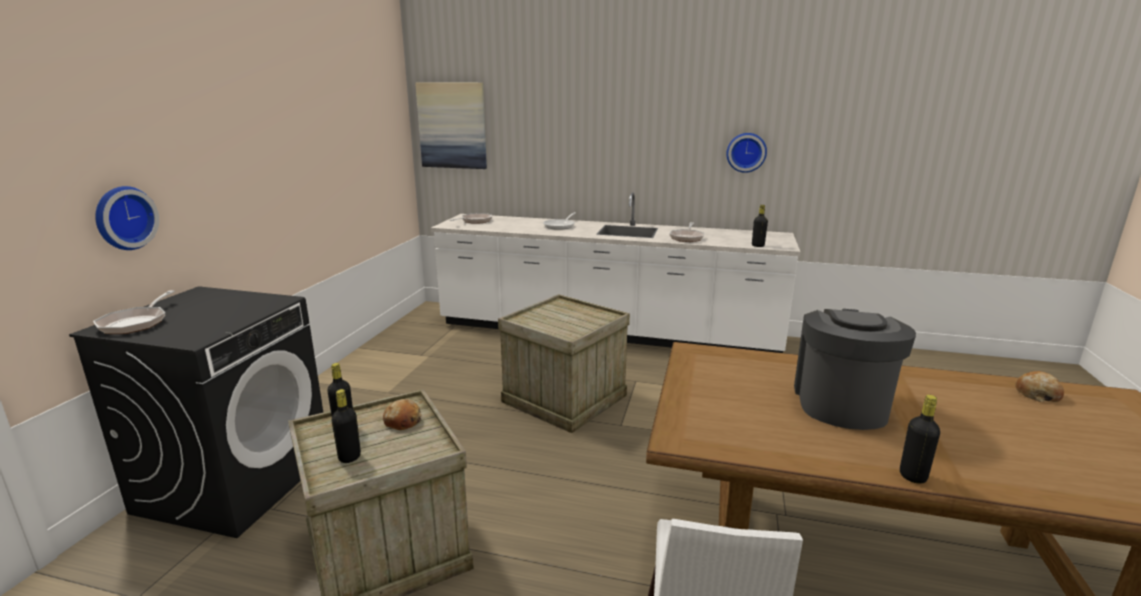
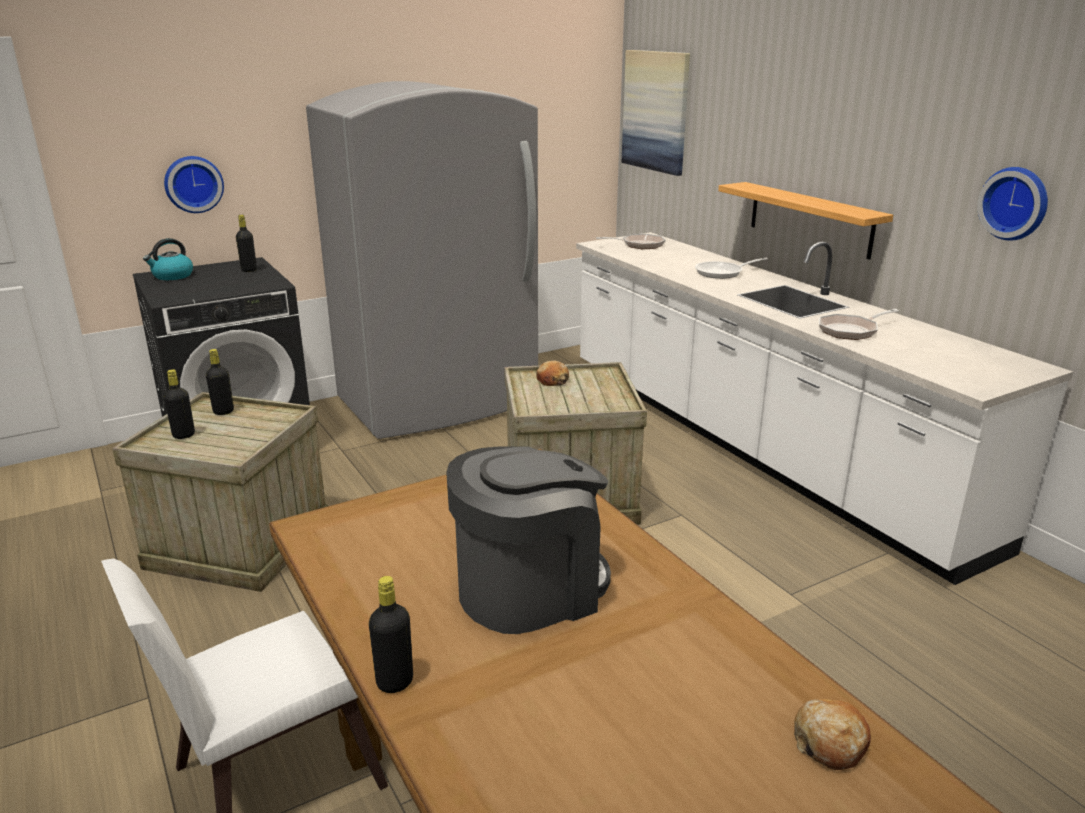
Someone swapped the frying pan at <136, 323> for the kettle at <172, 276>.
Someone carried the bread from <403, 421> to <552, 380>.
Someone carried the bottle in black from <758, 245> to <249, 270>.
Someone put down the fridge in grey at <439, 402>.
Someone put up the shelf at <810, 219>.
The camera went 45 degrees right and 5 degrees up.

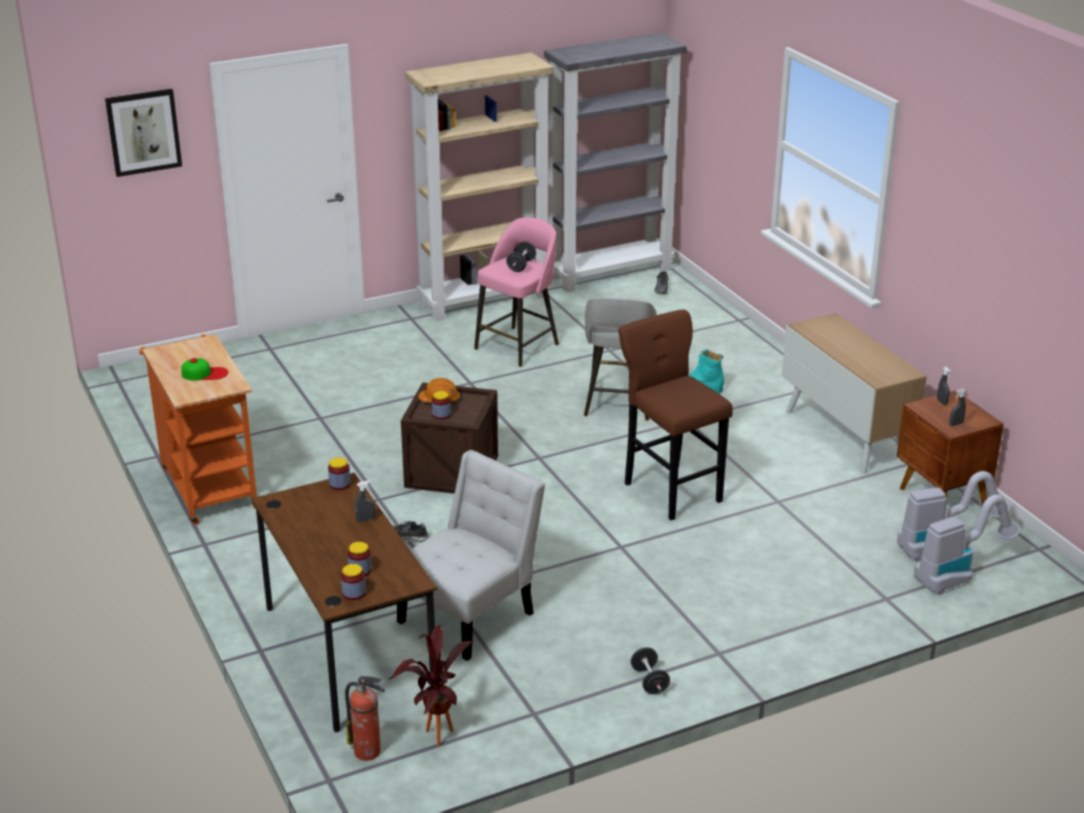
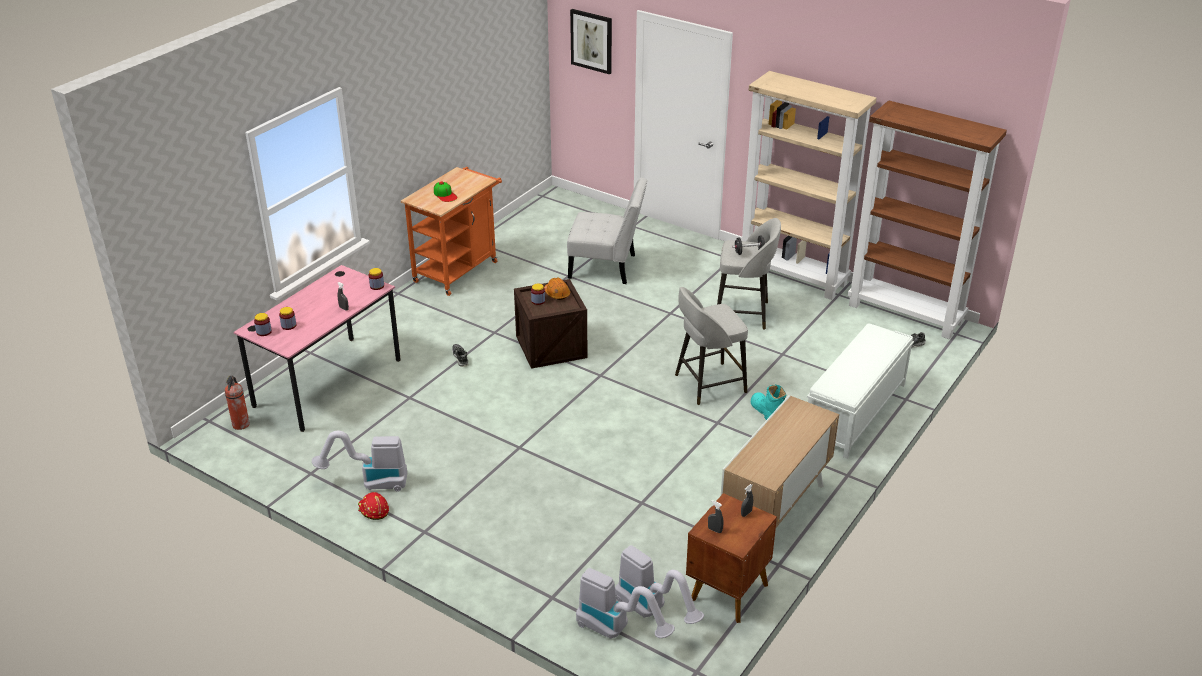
Someone repainted the desk in brown at <348, 652>, which became the desk in pink at <328, 382>.
Someone took away the potted plant at <431, 734>.
Someone carried the chair in white from <471, 614> to <606, 267>.
Someone repainted the stool in pink at <518, 346>, which became the stool in grey at <743, 313>.
Someone repainted the bookcase in grey at <610, 272>, which became the bookcase in brown at <906, 313>.
Someone took away the stool in brown at <670, 490>.
Someone swapped the dumbbell in black at <649, 681> for the hard hat in red at <373, 510>.
Someone put down the vacuum cleaner at <370, 482>.
Someone put down the bench in white at <854, 413>.
The camera went 60 degrees right and 5 degrees up.

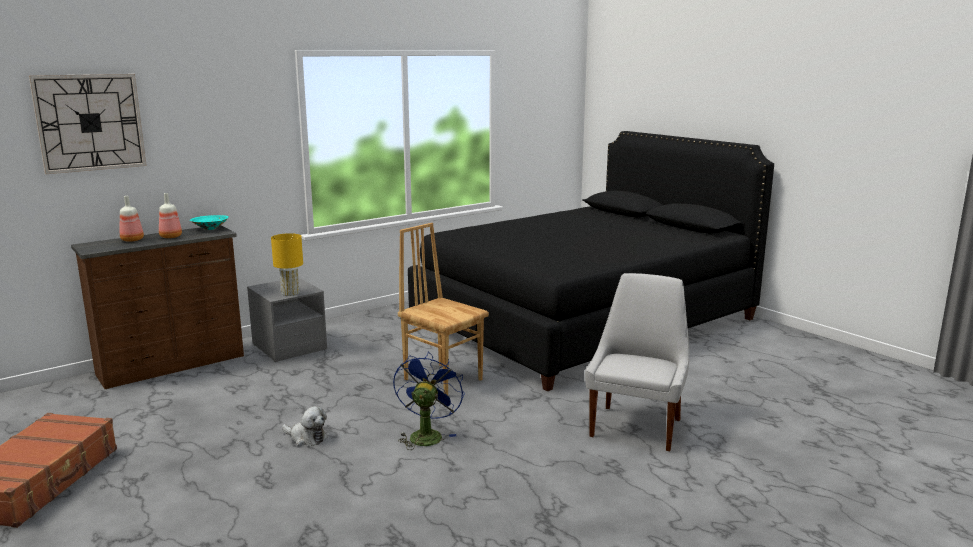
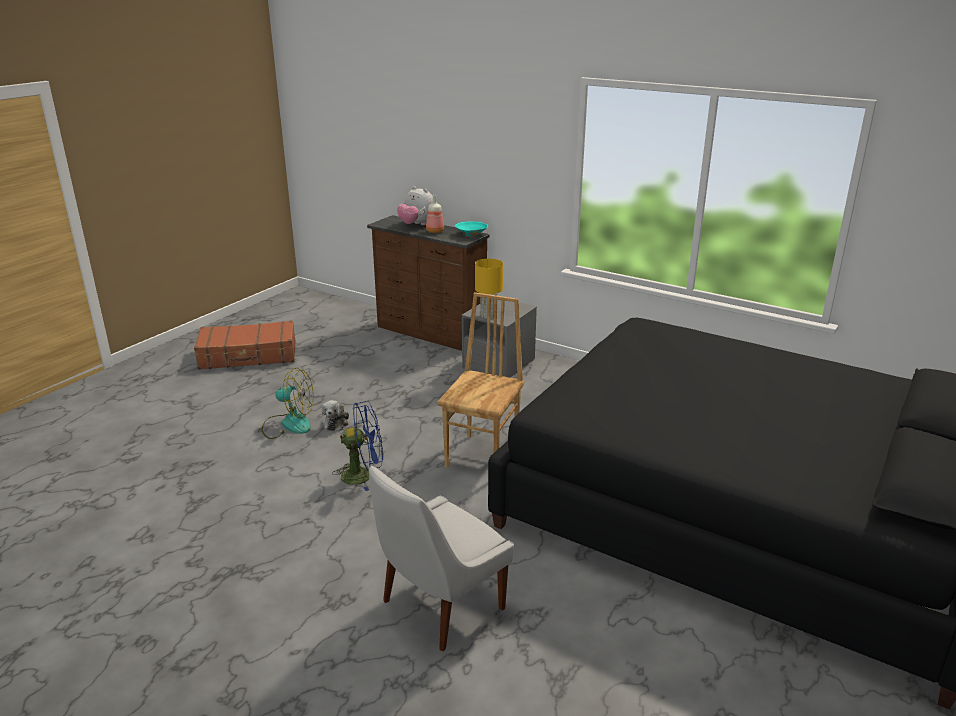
Someone took away the wall clock at <90, 122>.
Someone swapped the bottle at <133, 240> for the plush toy at <417, 225>.
Someone rotated the chair in white at <637, 426> by 135 degrees clockwise.
Someone put down the fan at <288, 424>.
The camera went 70 degrees right and 10 degrees up.

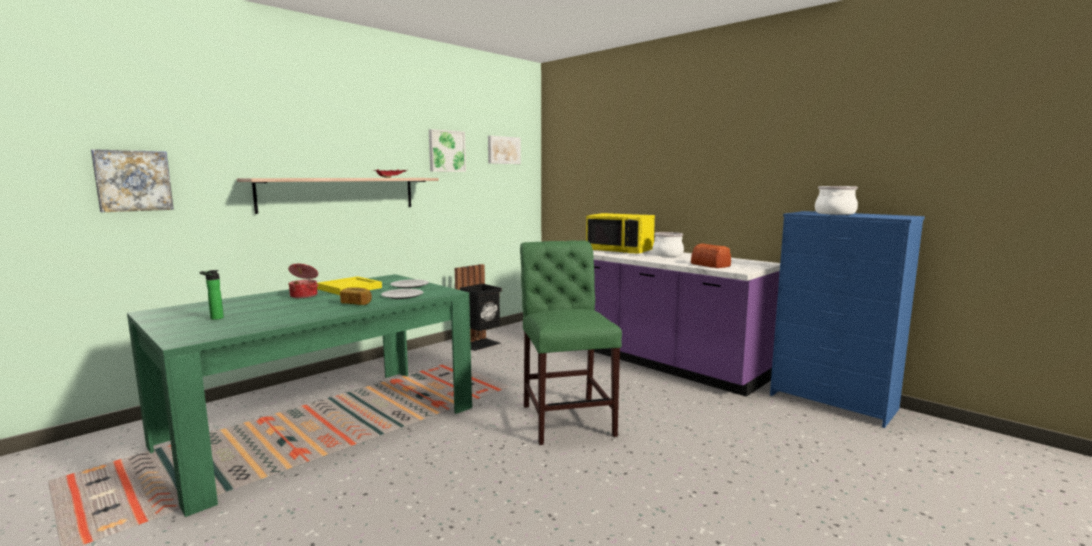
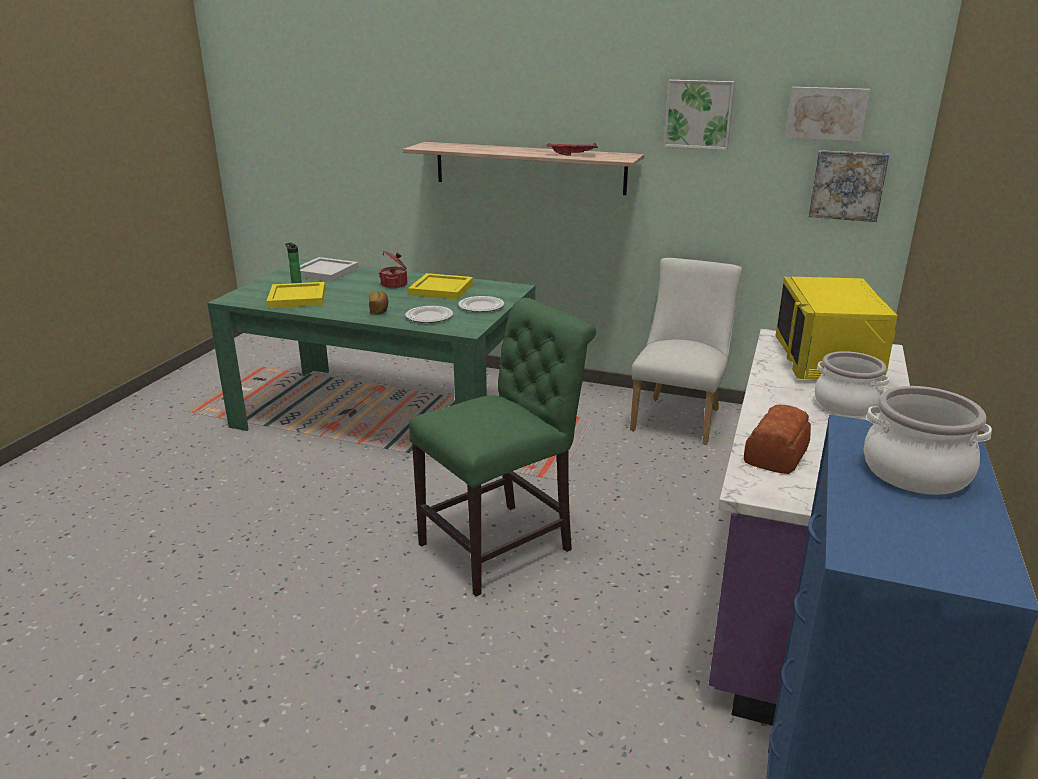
Someone carried the picture from <133, 180> to <847, 185>.
Someone swapped the trash can in black at <480, 344> for the chair in white at <679, 417>.
Someone put down the tray in yellow at <298, 297>.
Someone put down the tray in white at <326, 272>.
The camera went 65 degrees right and 15 degrees up.

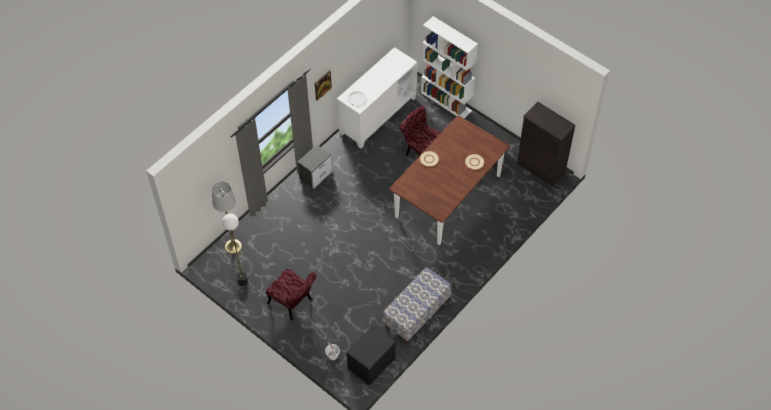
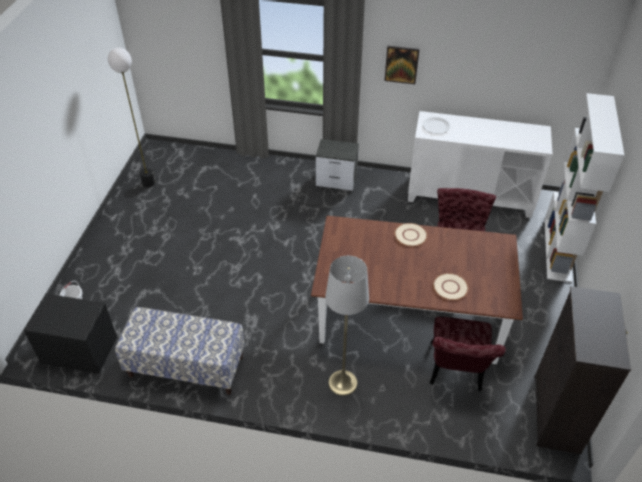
Someone carried the floor lamp in grey from <233, 246> to <342, 383>.
Someone carried the chair in red from <293, 303> to <456, 372>.
The camera went 60 degrees right and 10 degrees down.

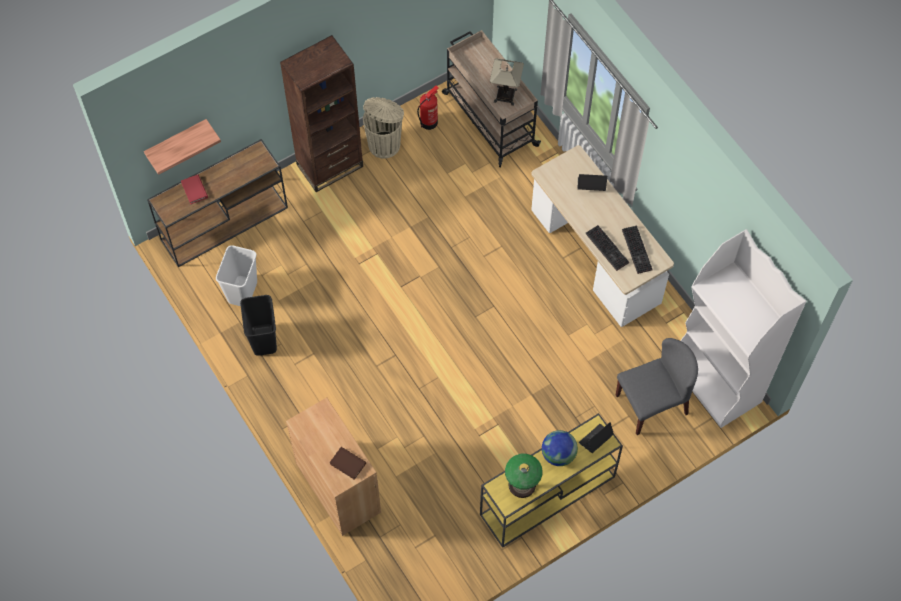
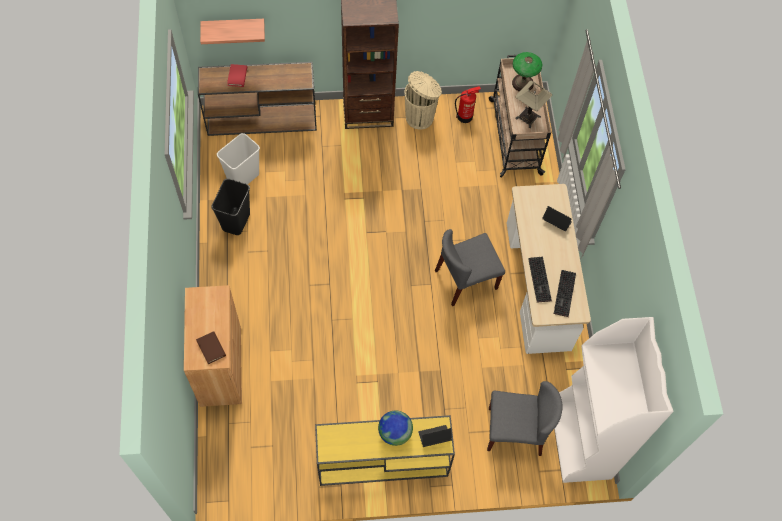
Someone carried the table lamp from <522, 484> to <522, 83>.
Someone put down the chair in grey at <465, 280>.
The camera went 25 degrees right and 0 degrees up.

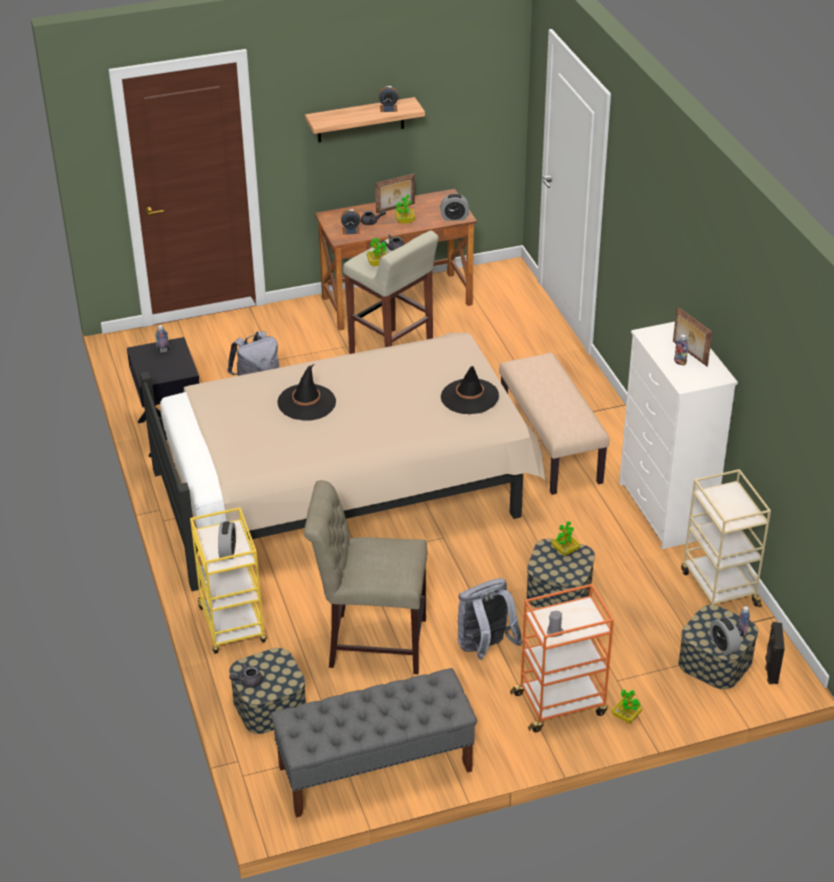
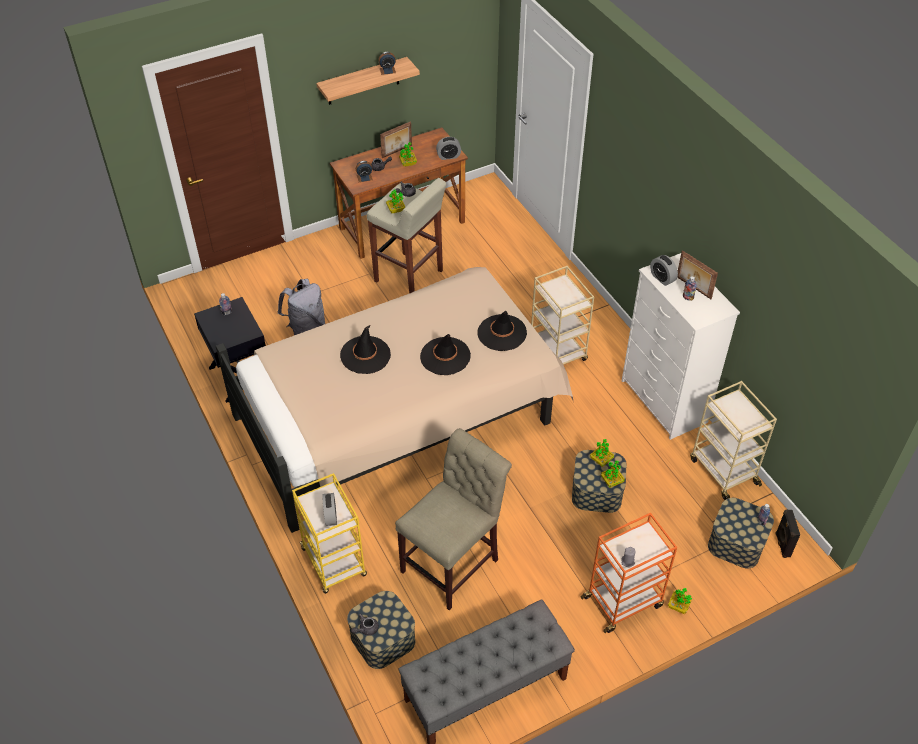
Someone rotated the chair in beige at <371, 642> by 135 degrees clockwise.
Someone took away the backpack in grey at <485, 648>.
Someone swapped the bench in beige at <549, 446> for the cart in beige at <557, 351>.
Someone carried the alarm clock from <723, 646> to <662, 278>.
Someone put down the hat in black at <445, 356>.
Someone put down the potted plant at <611, 481>.
The camera went 10 degrees left and 10 degrees up.

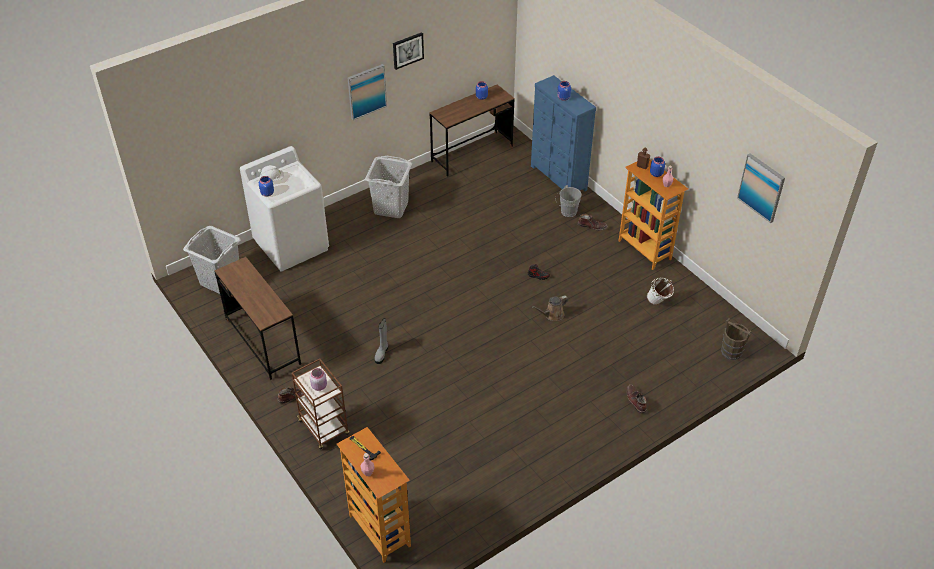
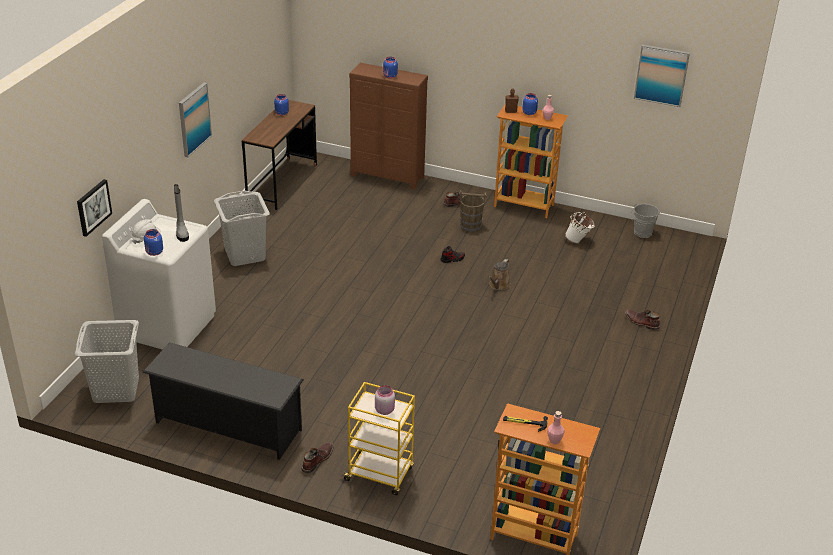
Someone swapped the desk in brown at <262, 342> for the shoe rack in black at <227, 426>.
Someone repainted the cart in brown at <324, 428>, which became the cart in yellow at <380, 474>.
Someone carried the boot in grey from <382, 353> to <181, 232>.
Someone carried the picture from <407, 50> to <93, 207>.
Someone repainted the dresser in blue at <558, 178>, which became the dresser in brown at <387, 177>.
Someone carried the bucket in grey from <567, 212> to <641, 233>.
Someone carried the bucket in brown from <731, 351> to <470, 225>.
The camera went 35 degrees left and 10 degrees down.

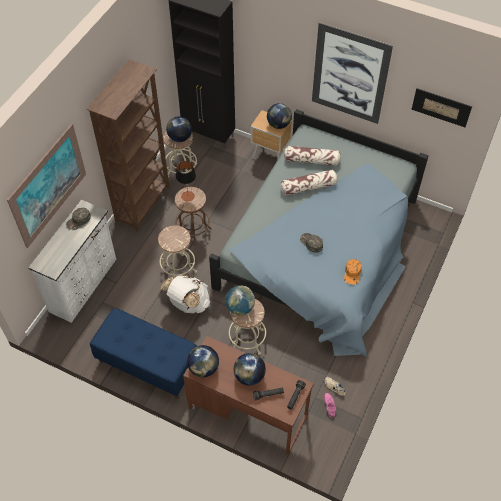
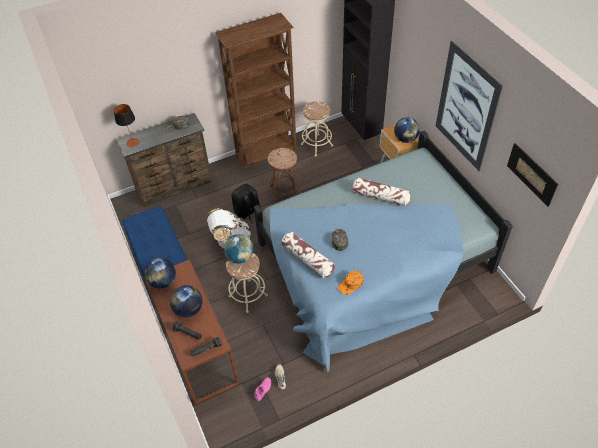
Someone took away the picture at <48, 185>.
Someone repainted the dresser in white at <84, 285>, which became the dresser in brown at <175, 187>.
Someone swapped the stool in beige at <178, 269> for the backpack in black at <247, 213>.
Someone took away the globe at <180, 138>.
Someone carried the table lamp from <188, 196> to <132, 142>.
Someone carried the pillow from <312, 160> to <308, 259>.
The camera went 40 degrees right and 5 degrees down.

